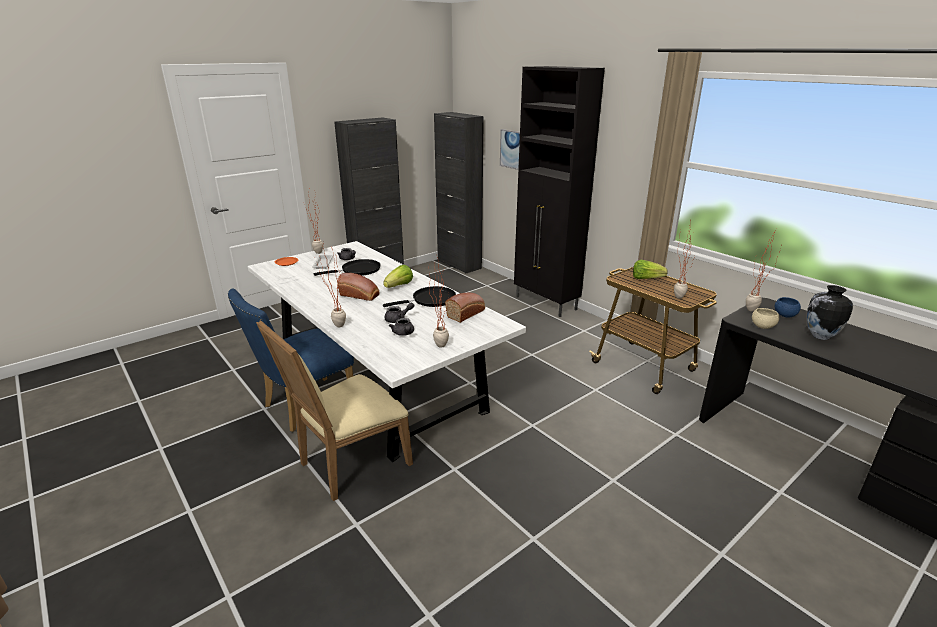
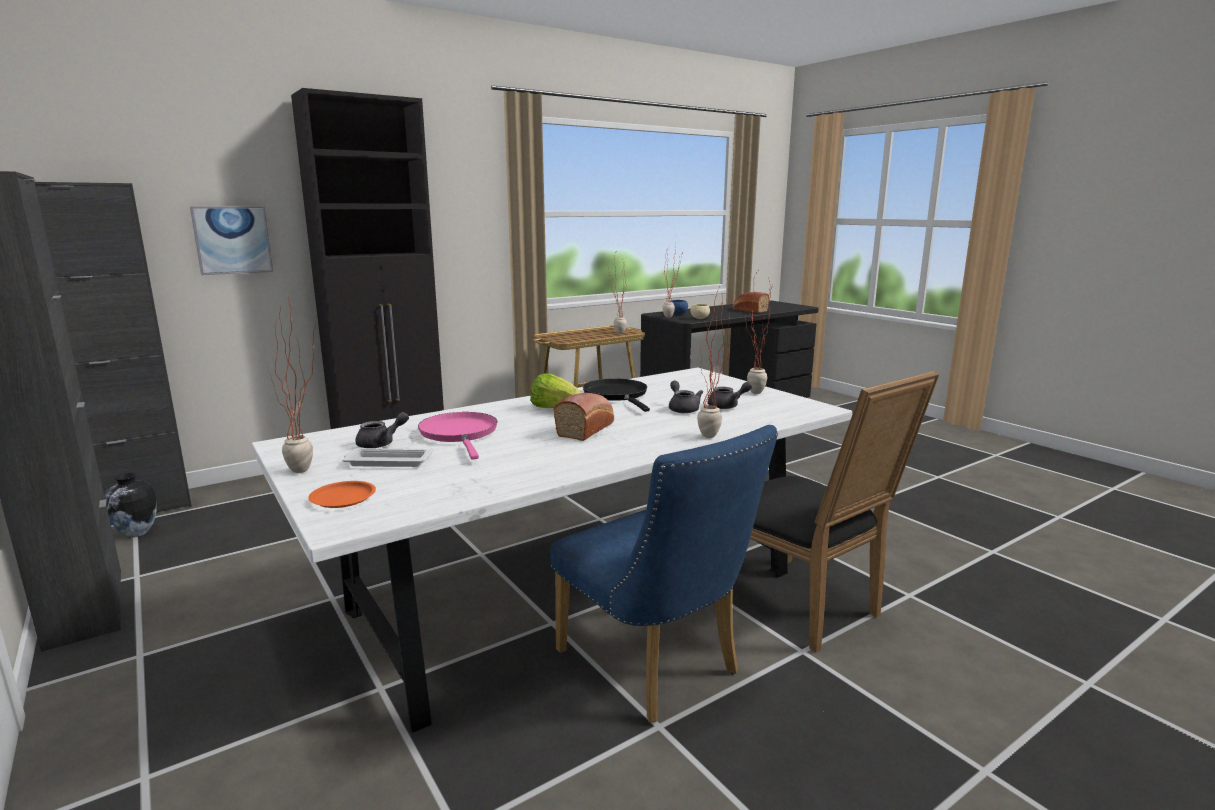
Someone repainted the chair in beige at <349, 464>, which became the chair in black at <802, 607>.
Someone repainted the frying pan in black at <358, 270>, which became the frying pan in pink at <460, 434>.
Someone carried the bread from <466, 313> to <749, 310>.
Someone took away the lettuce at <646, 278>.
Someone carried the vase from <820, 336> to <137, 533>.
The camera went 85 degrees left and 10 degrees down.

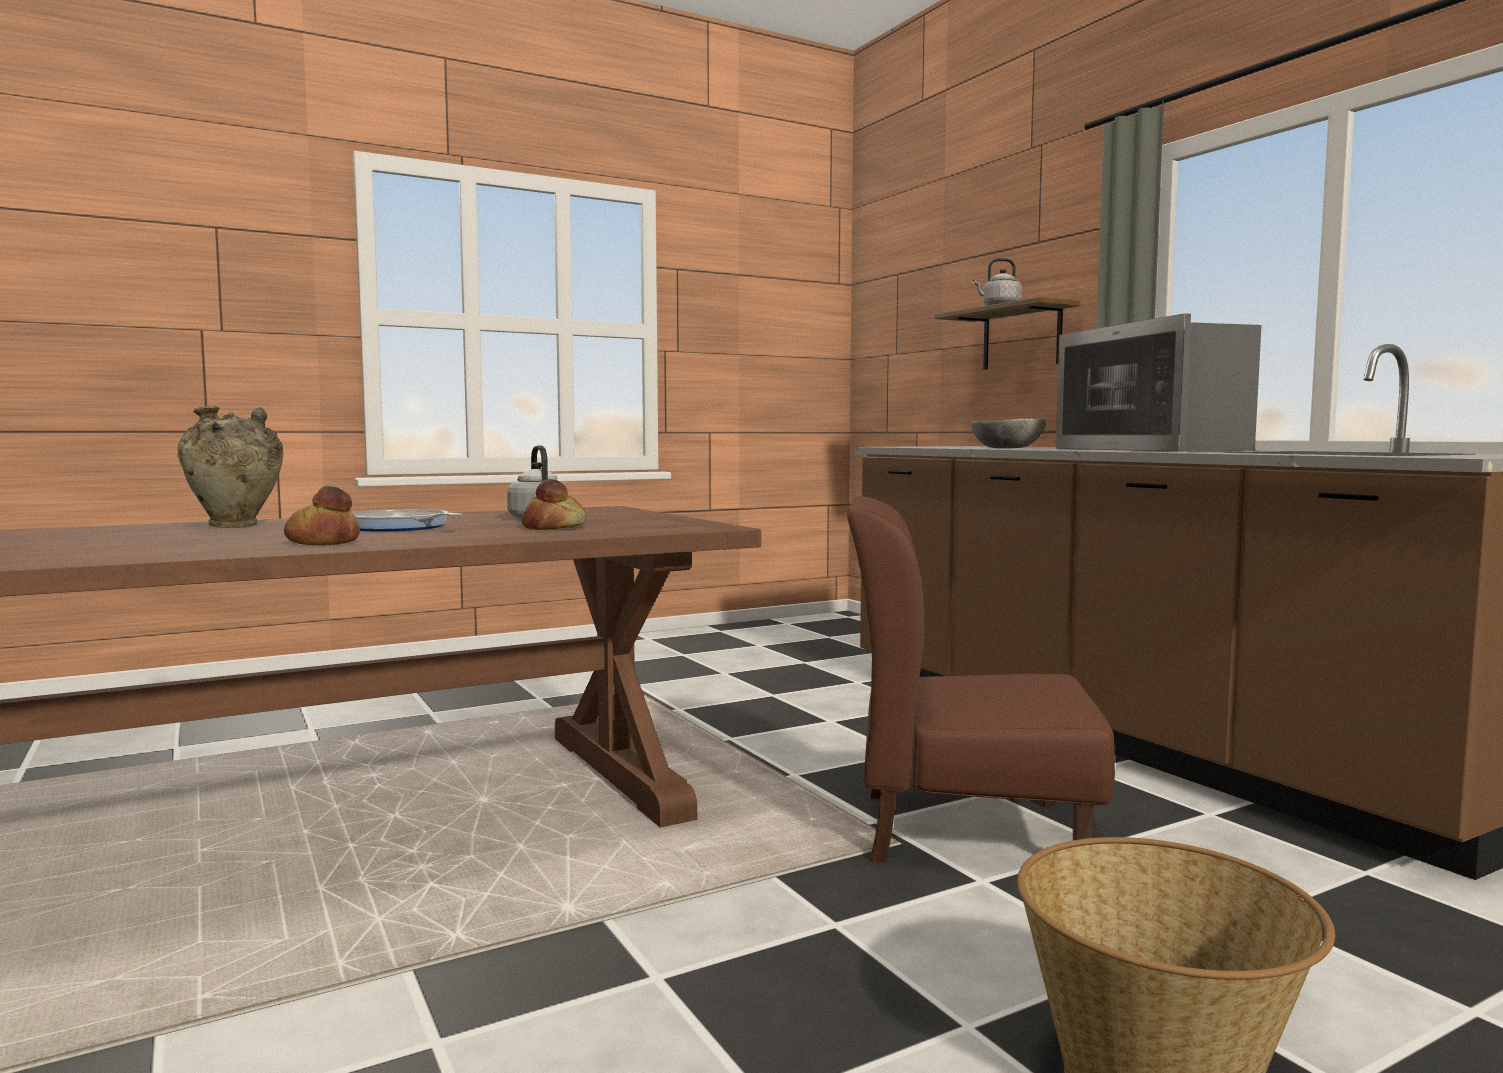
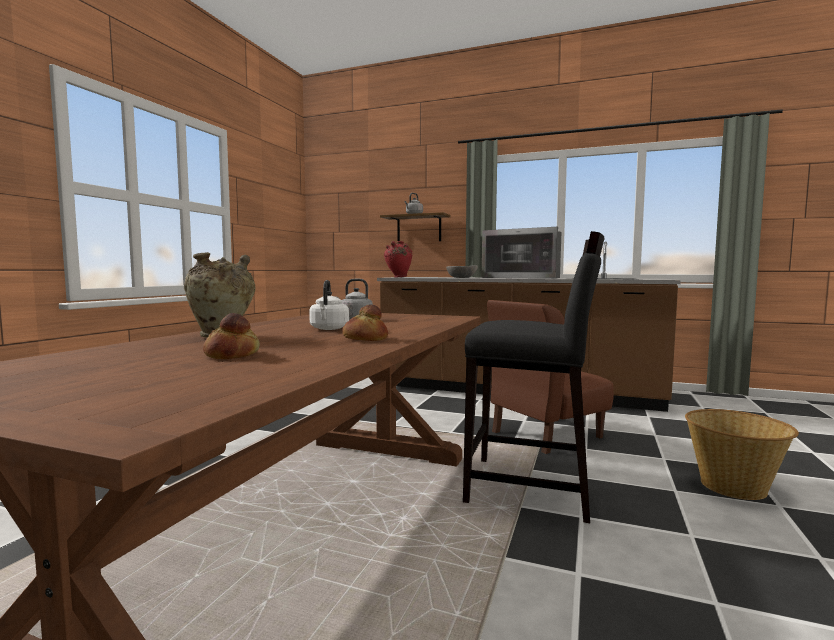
Someone swapped the frying pan at <399, 527> for the kettle in white at <329, 329>.
Someone carried the bread from <554, 527> to <233, 355>.
Someone put down the vase in red at <398, 277>.
Someone put down the stool in black at <530, 488>.
The camera went 40 degrees left and 0 degrees up.

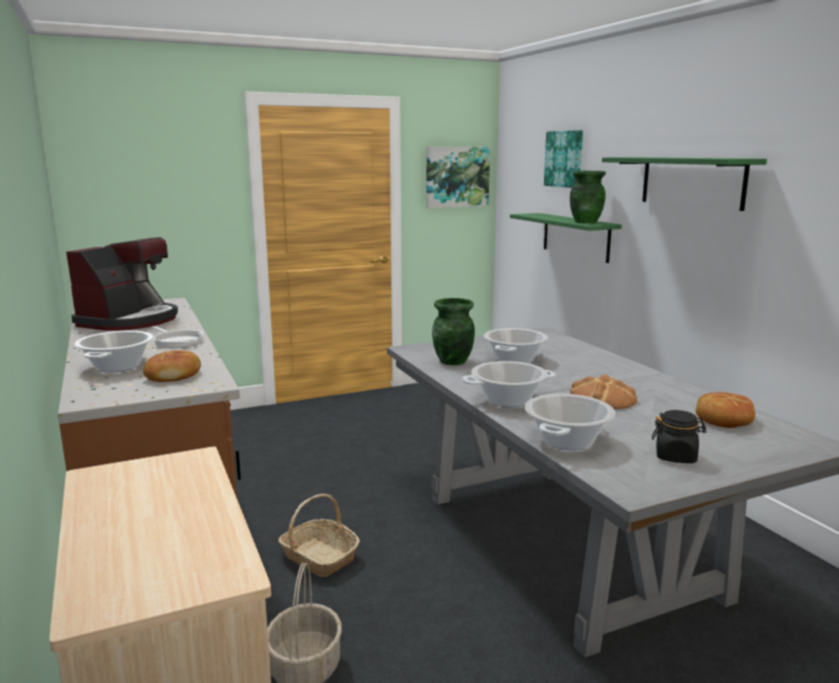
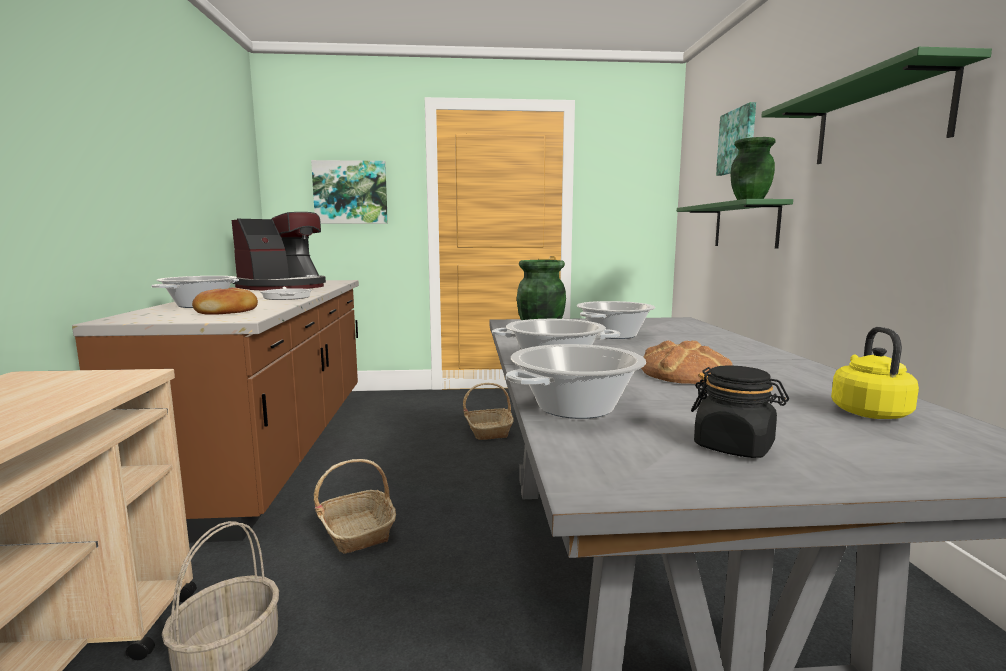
Someone carried the picture from <456, 177> to <350, 192>.
Someone swapped the bread at <723, 419> for the kettle in yellow at <868, 412>.
Someone put down the basket at <488, 430>.
The camera went 20 degrees right and 5 degrees down.

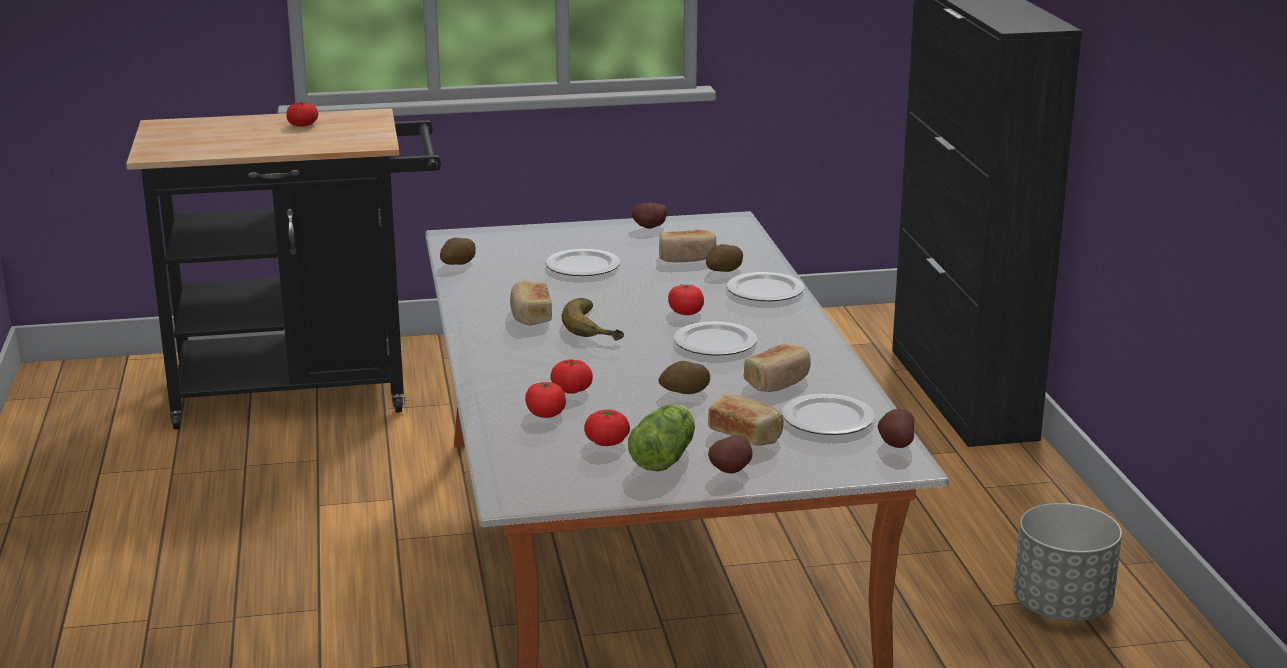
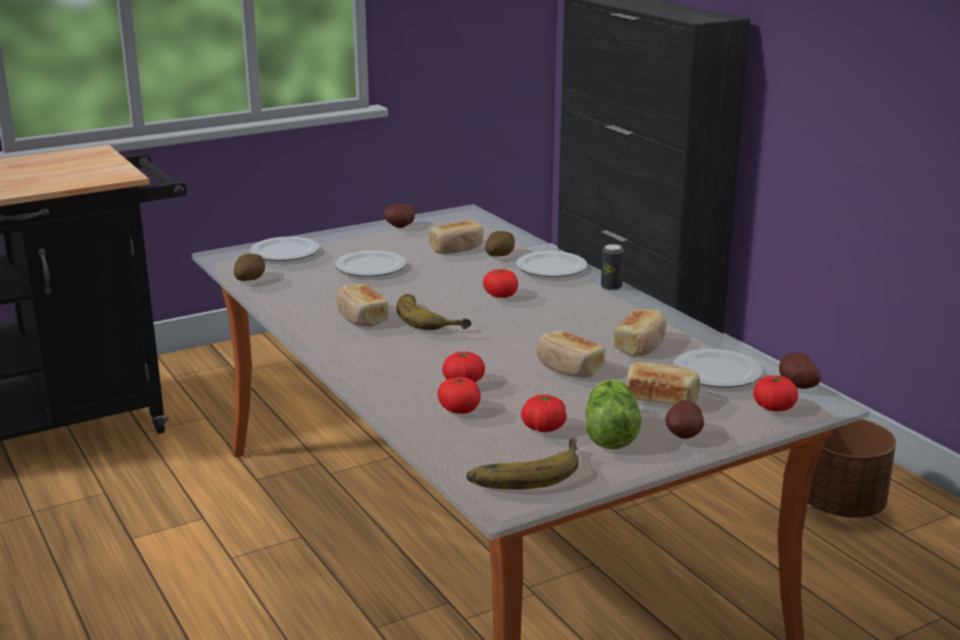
Someone carried the tomato from <302, 125> to <774, 407>.
Someone swapped the potato at <684, 392> for the bread at <569, 368>.
Someone carried the plate from <716, 342> to <285, 252>.
Someone repainted the planter in grey at <1061, 607>, which became the planter in brown at <841, 506>.
Someone put down the banana at <523, 470>.
Someone put down the can at <611, 287>.
The camera went 20 degrees left and 0 degrees up.

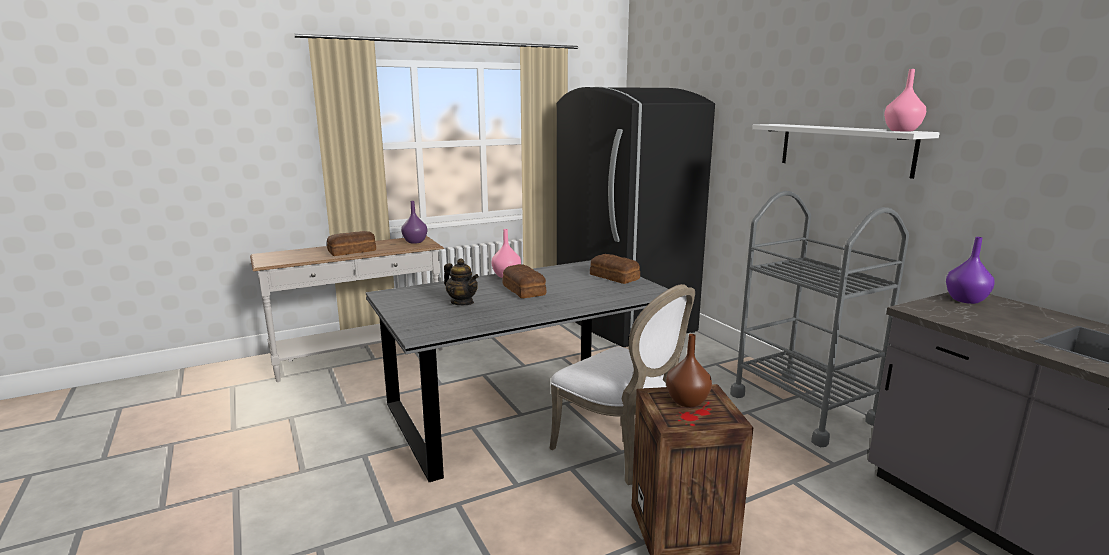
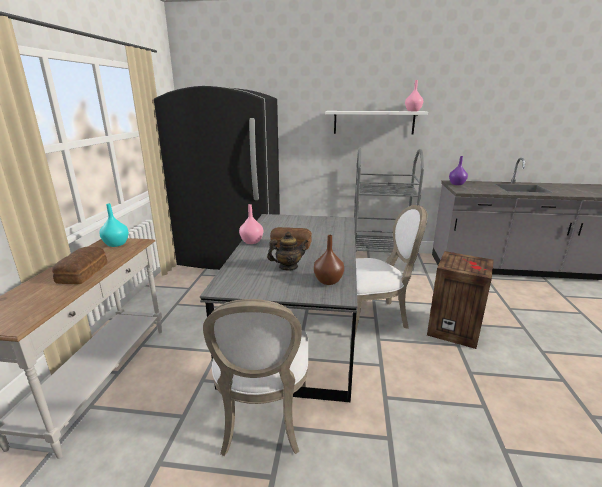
Someone repainted the vase in purple at <414, 242>, which became the vase in turquoise at <116, 244>.
Someone took away the bread at <614, 277>.
Someone carried the vase in brown from <686, 401> to <327, 281>.
Someone put down the chair in white at <262, 419>.
The camera went 55 degrees left and 5 degrees up.

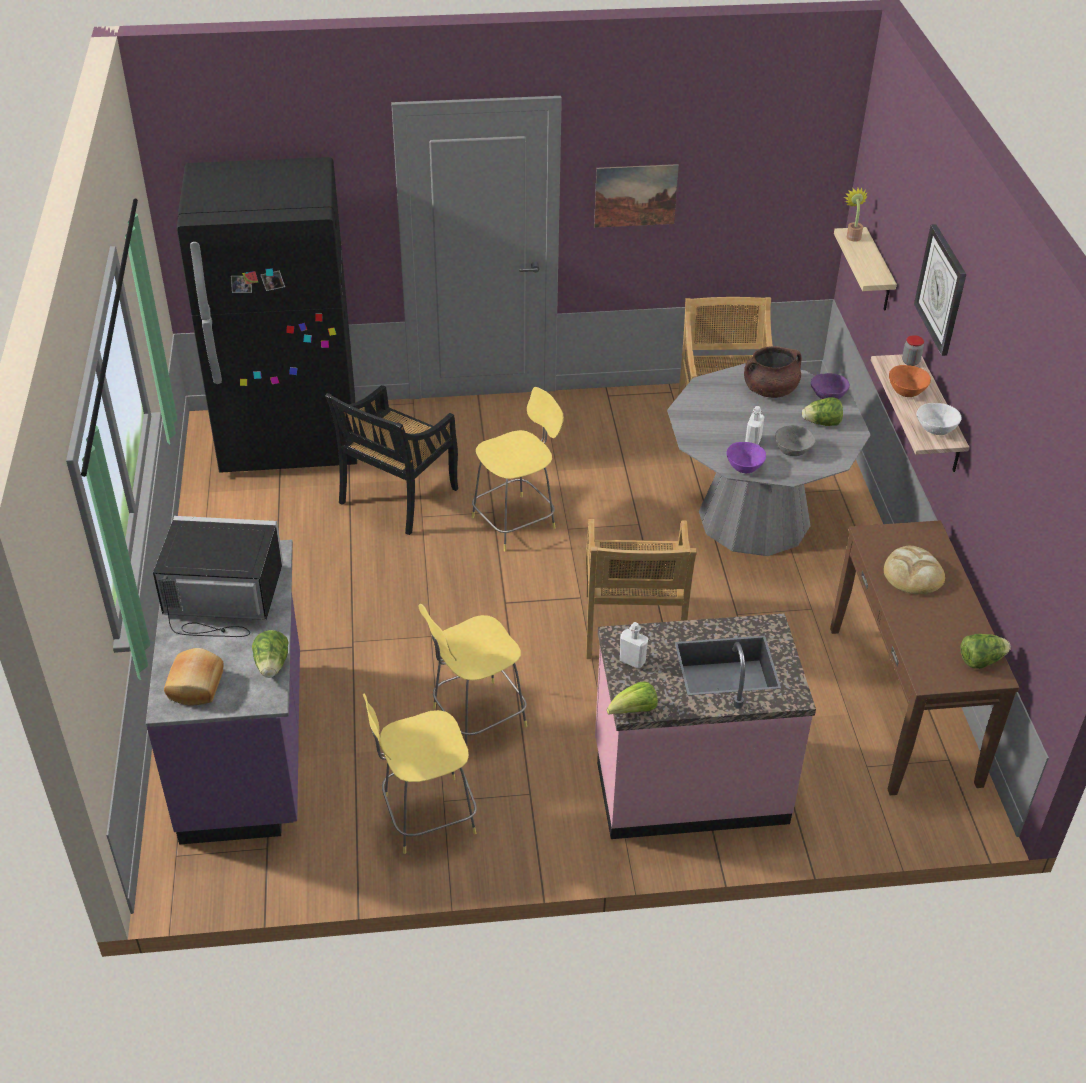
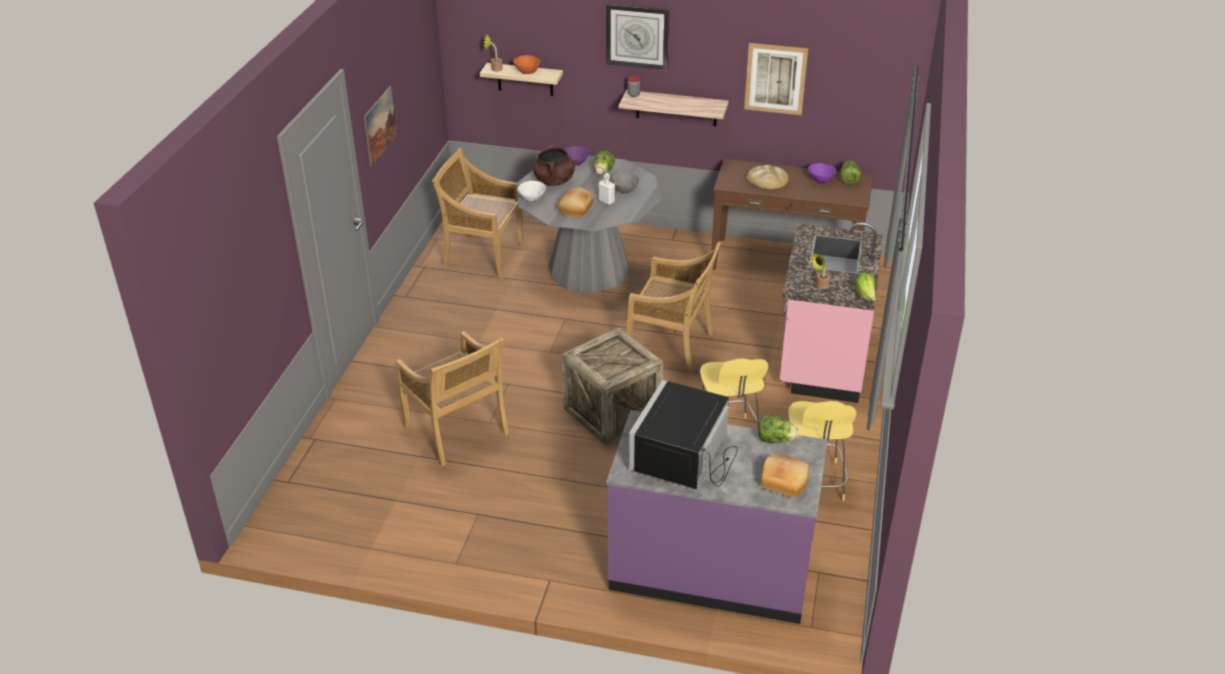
Someone took away the fridge in black at <290, 440>.
Someone repainted the chair in black at <397, 497>, which became the chair in beige at <457, 431>.
Someone took away the stool in yellow at <516, 522>.
Someone swapped the bottle in white at <632, 661> for the potted plant at <820, 286>.
Someone carried the bowl in purple from <745, 467> to <821, 180>.
Someone carried the bowl in orange from <907, 391> to <527, 71>.
Someone carried the bowl in white from <936, 429> to <531, 198>.
Someone put down the bread at <576, 209>.
Someone put down the crate at <612, 412>.
Someone put up the picture at <775, 79>.
The camera went 70 degrees left and 5 degrees down.

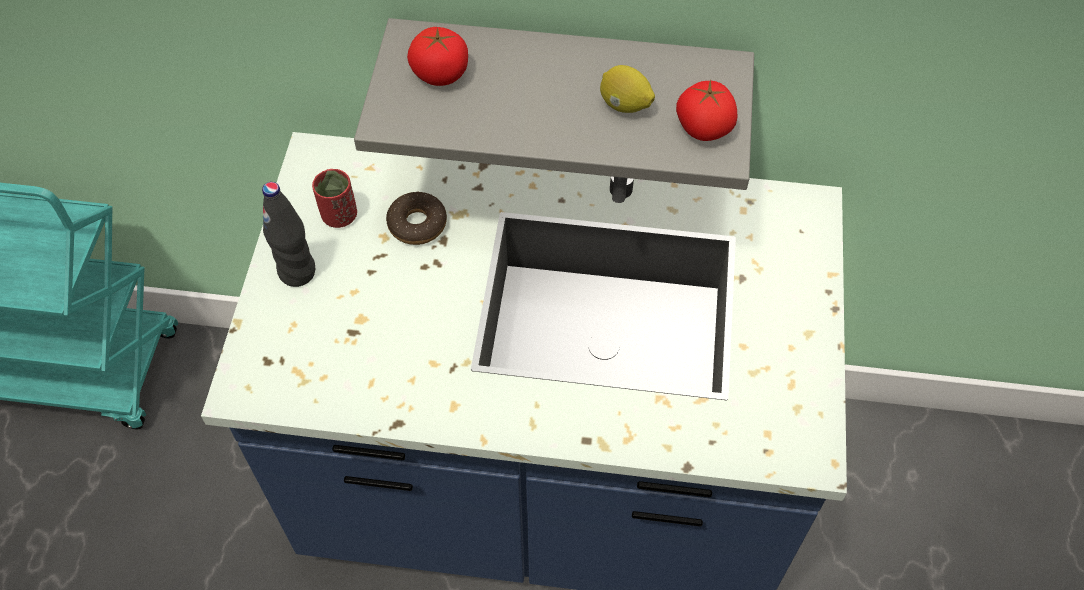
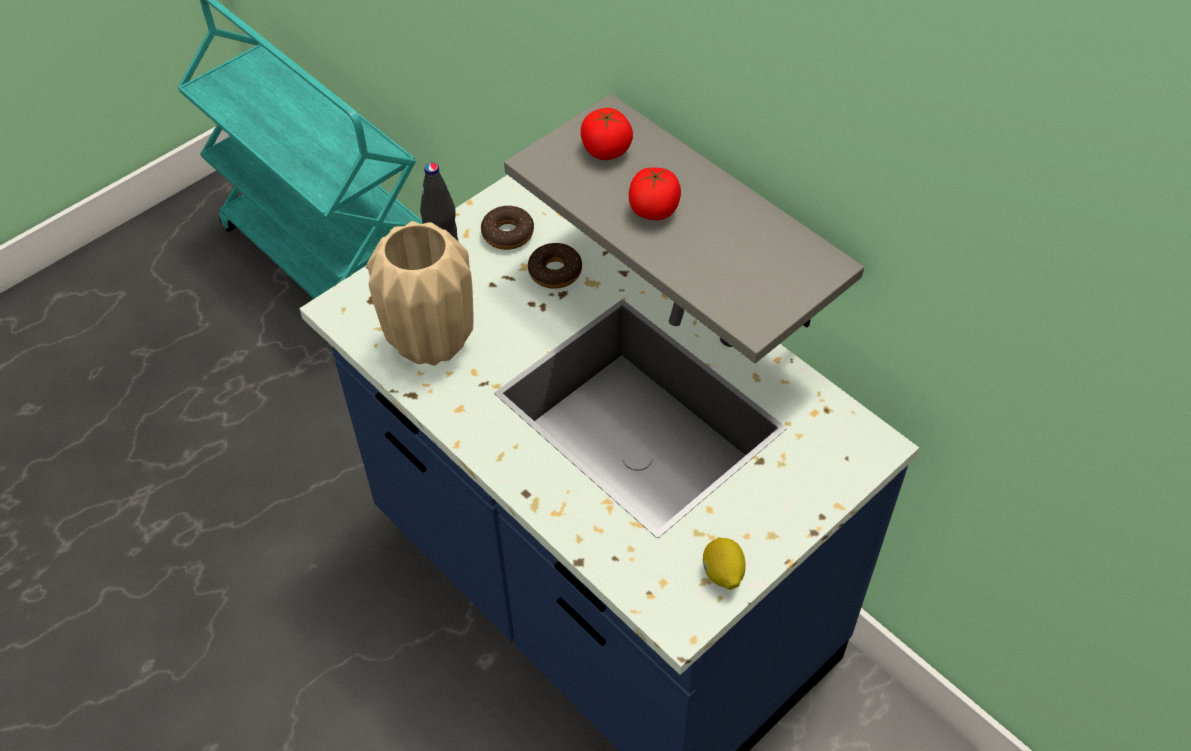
Someone swapped the cup in red at <339, 215> for the donut at <508, 234>.
Someone carried the lemon from <624, 105> to <722, 573>.
Someone carried the tomato from <704, 128> to <654, 210>.
Someone put down the vase in beige at <432, 341>.
The camera went 40 degrees right and 5 degrees down.

